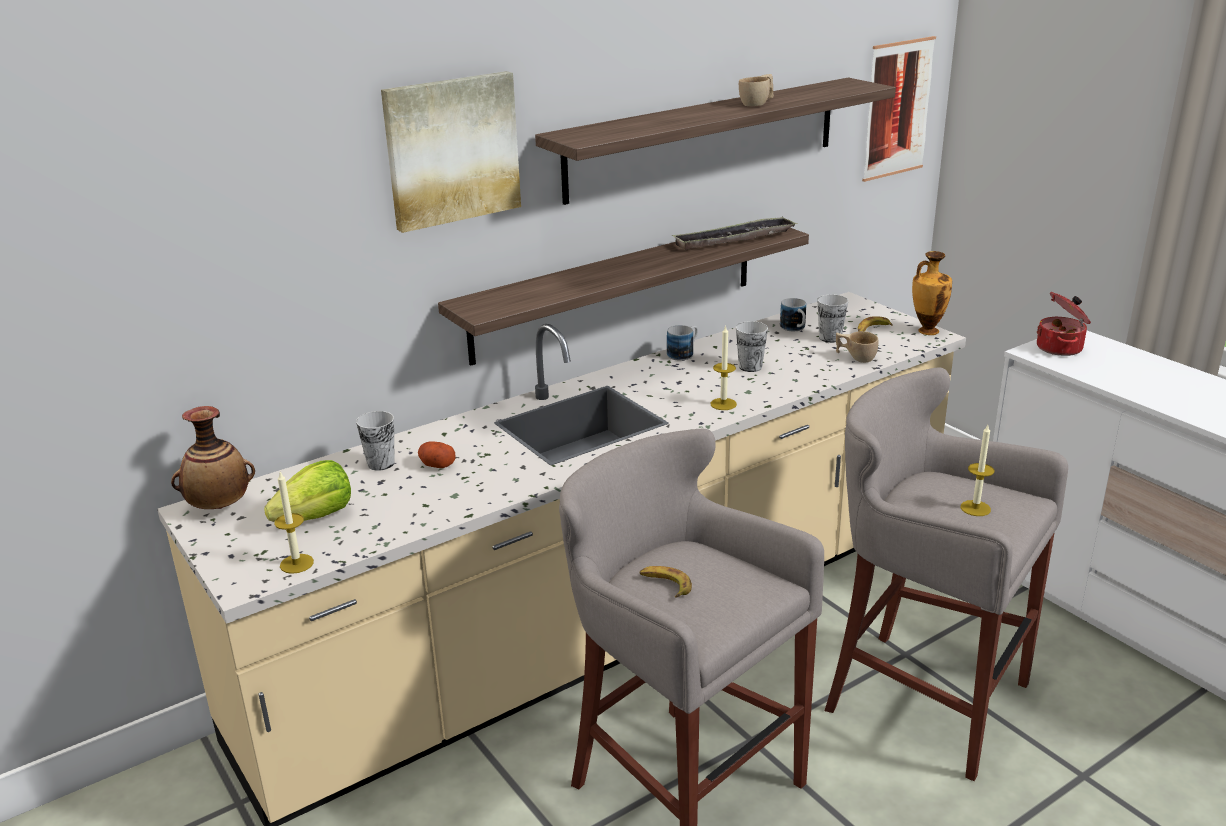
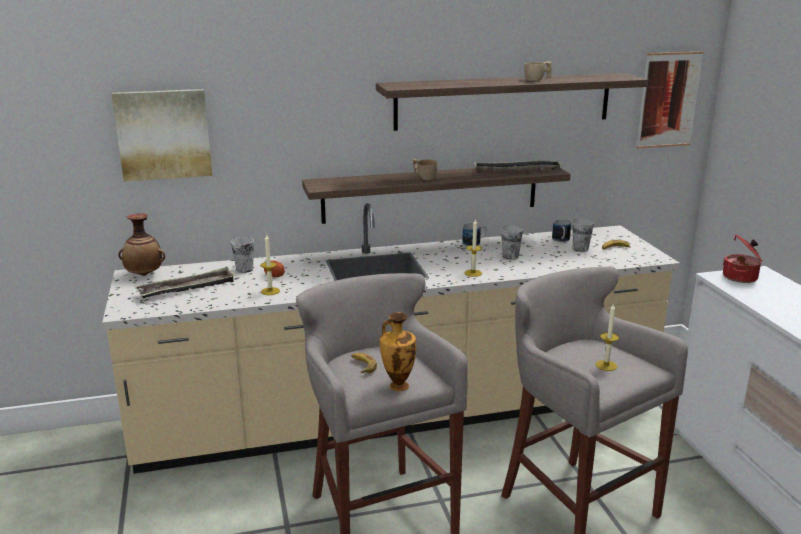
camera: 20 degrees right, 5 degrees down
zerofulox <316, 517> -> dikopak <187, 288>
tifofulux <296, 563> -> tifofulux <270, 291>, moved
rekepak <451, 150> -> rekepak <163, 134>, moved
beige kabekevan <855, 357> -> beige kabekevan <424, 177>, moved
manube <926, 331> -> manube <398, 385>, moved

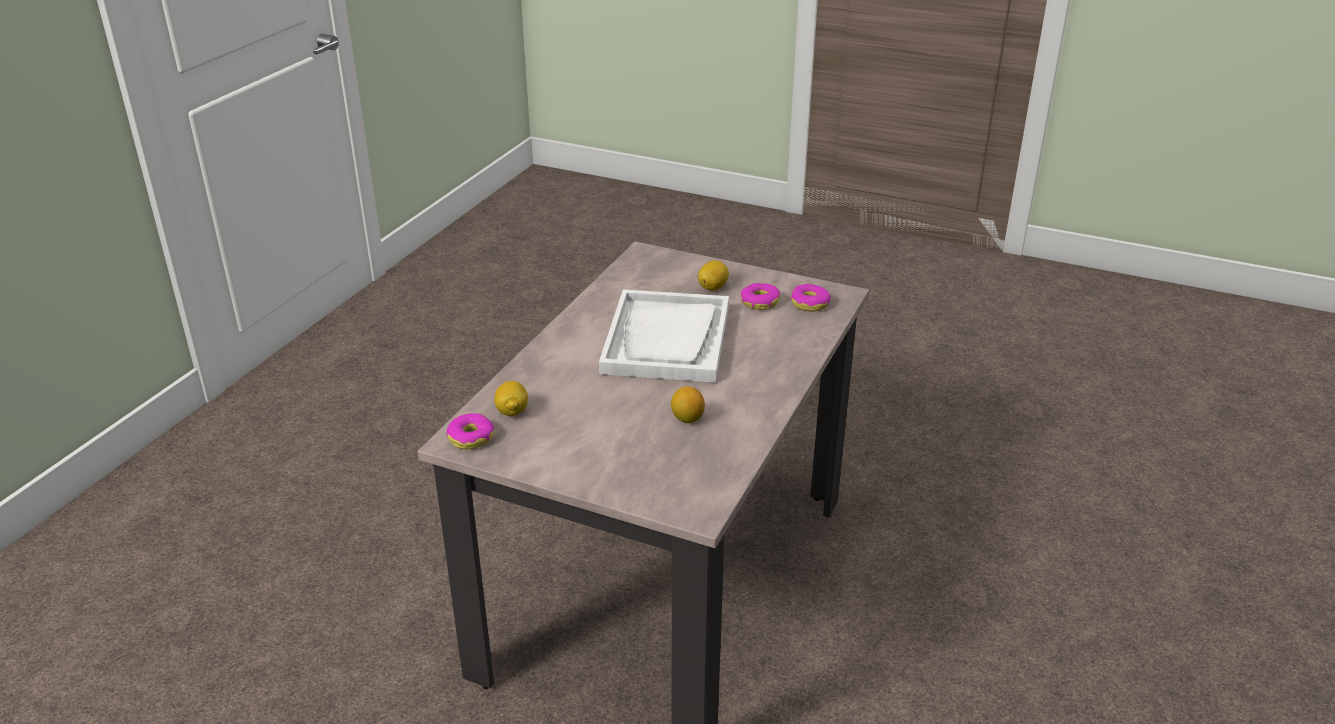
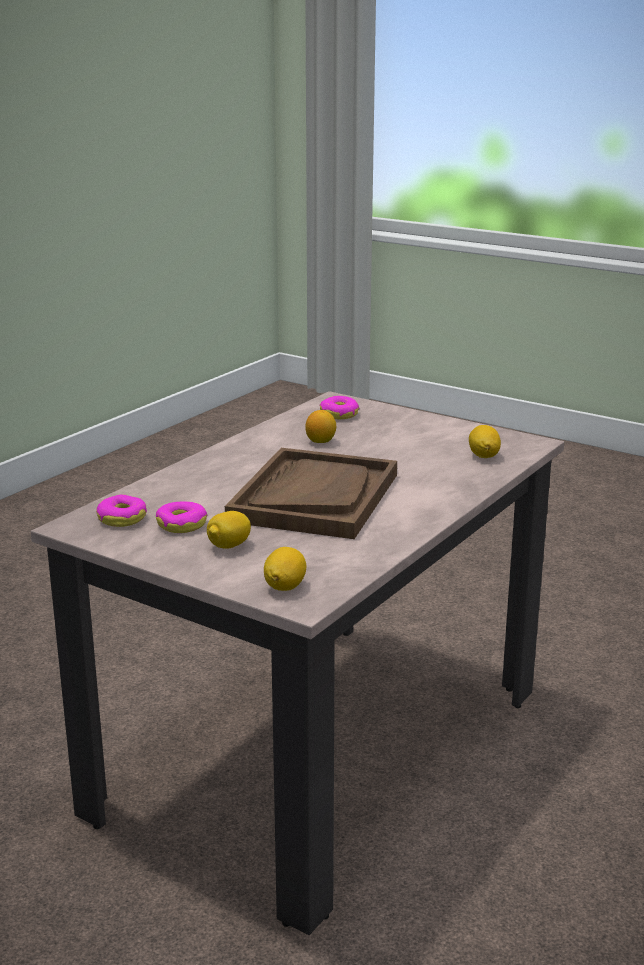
camera: 170 degrees left, 10 degrees down
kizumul <471, 438> -> kizumul <339, 414>, moved
white dikopak <667, 340> -> brown dikopak <314, 497>
none -> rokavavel <285, 586>

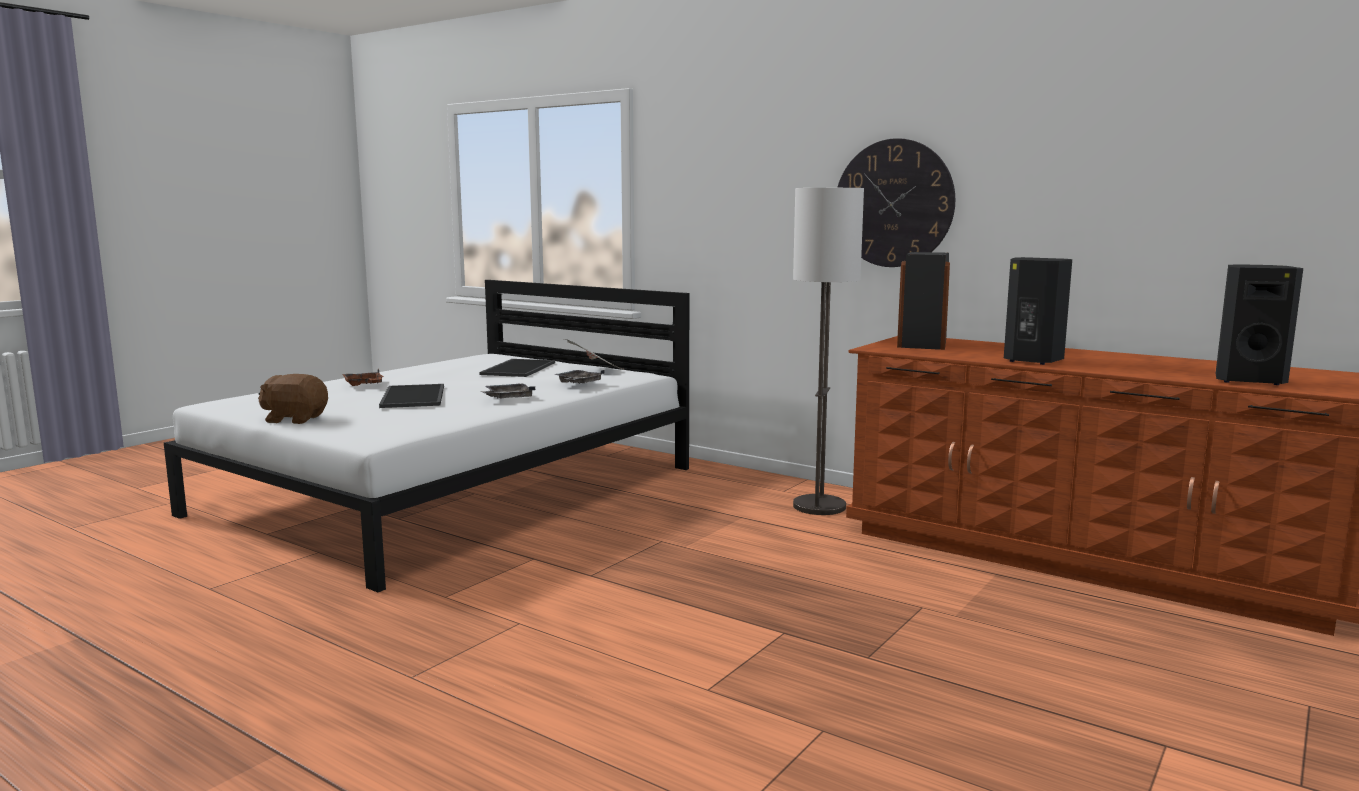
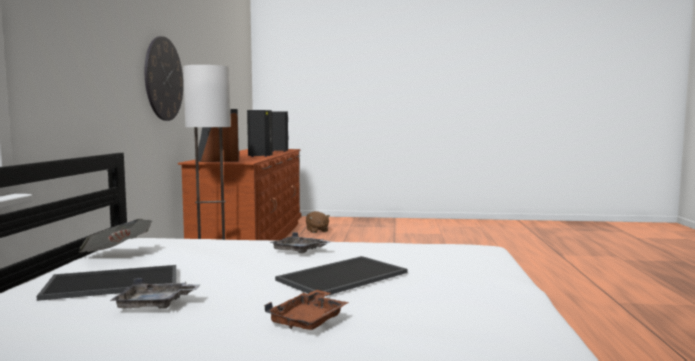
camera: 120 degrees left, 5 degrees down
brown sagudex <295, 419> -> brown sagudex <317, 231>, moved
grey dikopak <578, 383> -> grey dikopak <155, 305>, moved

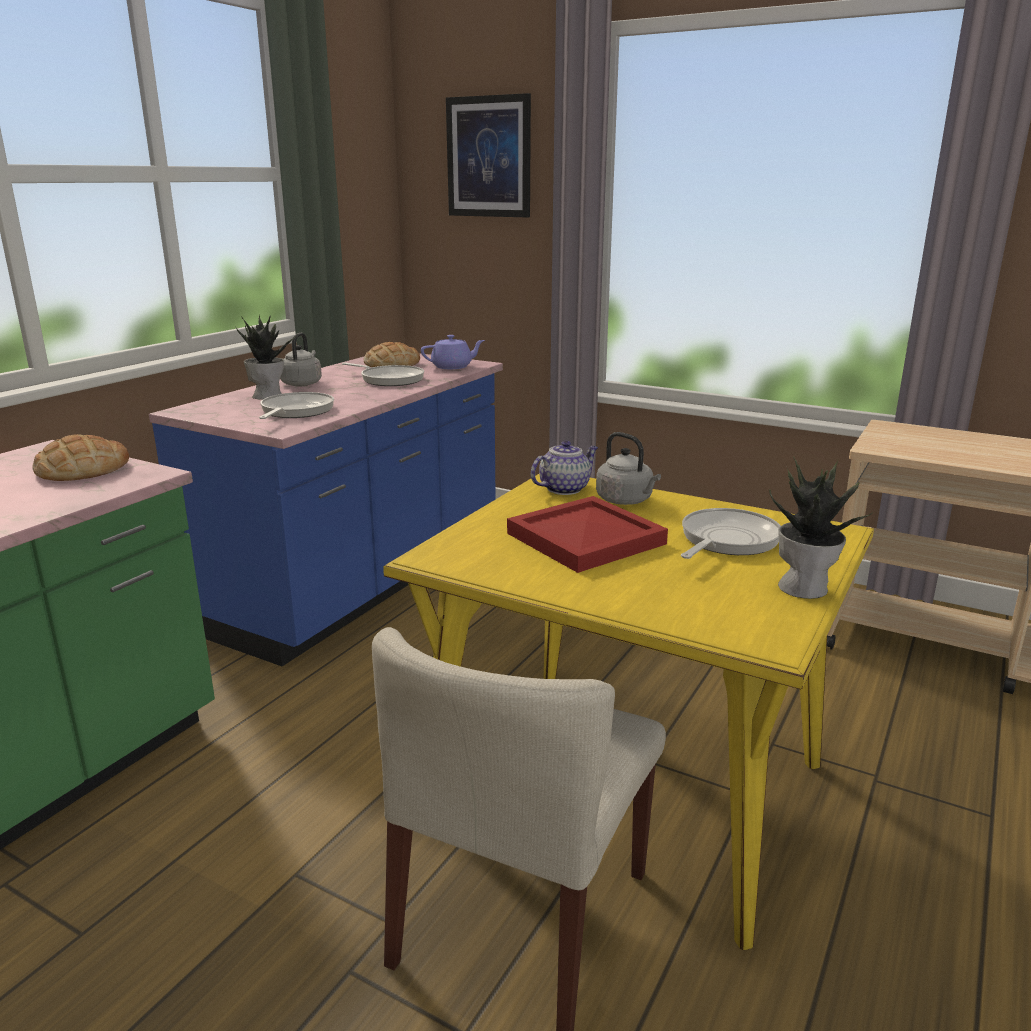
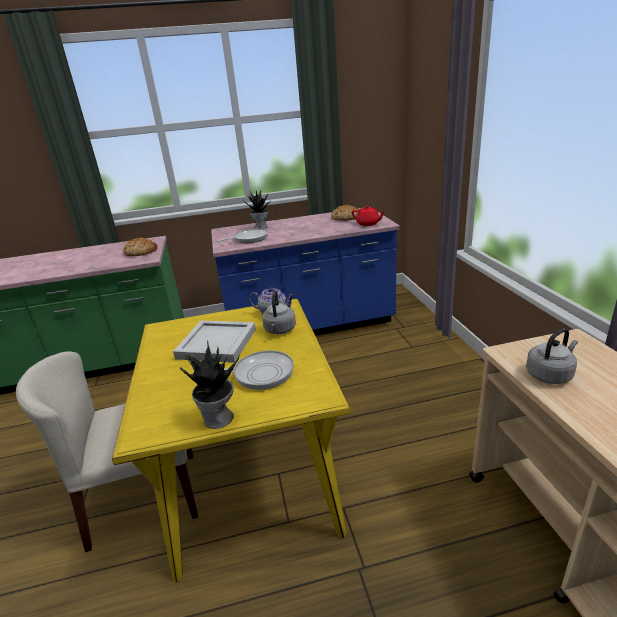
camera: 50 degrees right, 5 degrees up
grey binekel <302, 383> -> grey binekel <550, 374>, moved
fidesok <389, 379> -> none
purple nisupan <453, 367> -> red nisupan <368, 224>
rekepak <489, 157> -> none
red dikopak <585, 539> -> white dikopak <215, 344>

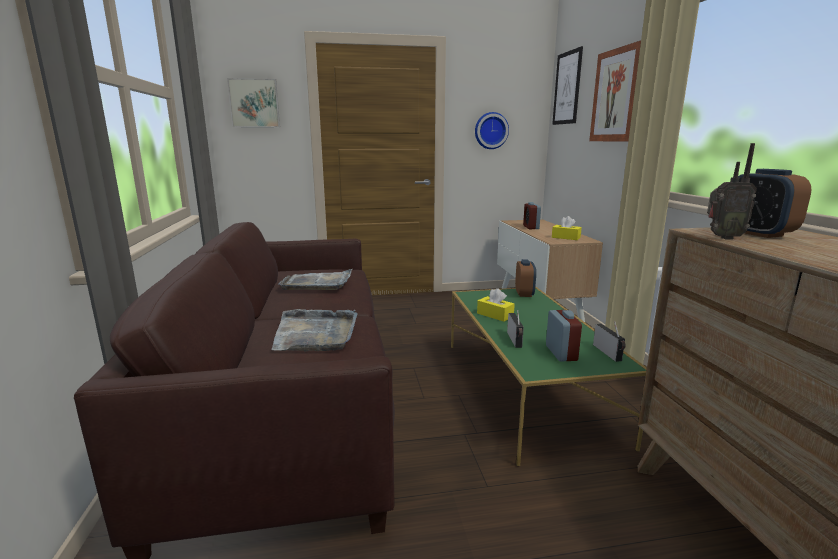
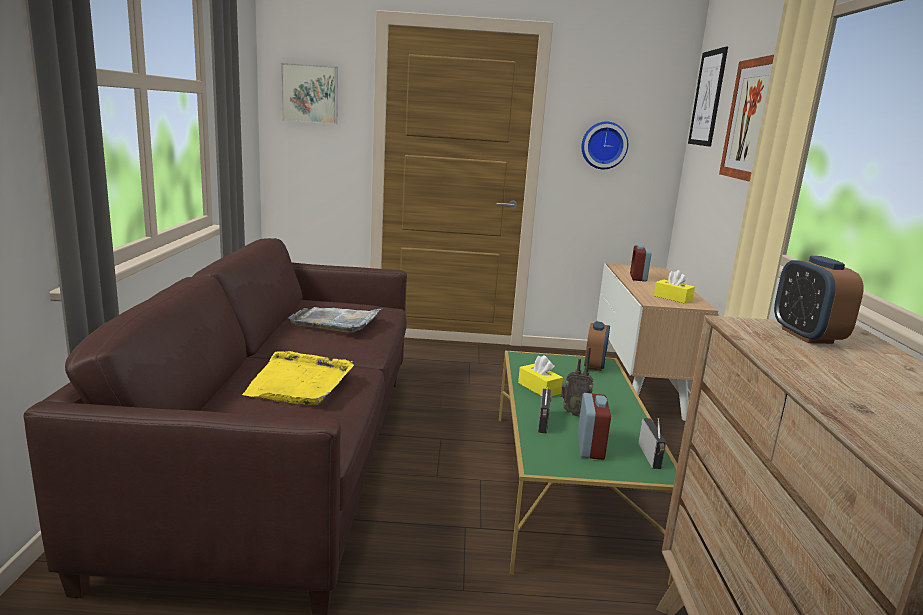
camera: 10 degrees right, 0 degrees up
grey dikopak <315, 333> -> yellow dikopak <299, 382>
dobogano <722, 237> -> dobogano <574, 413>, moved

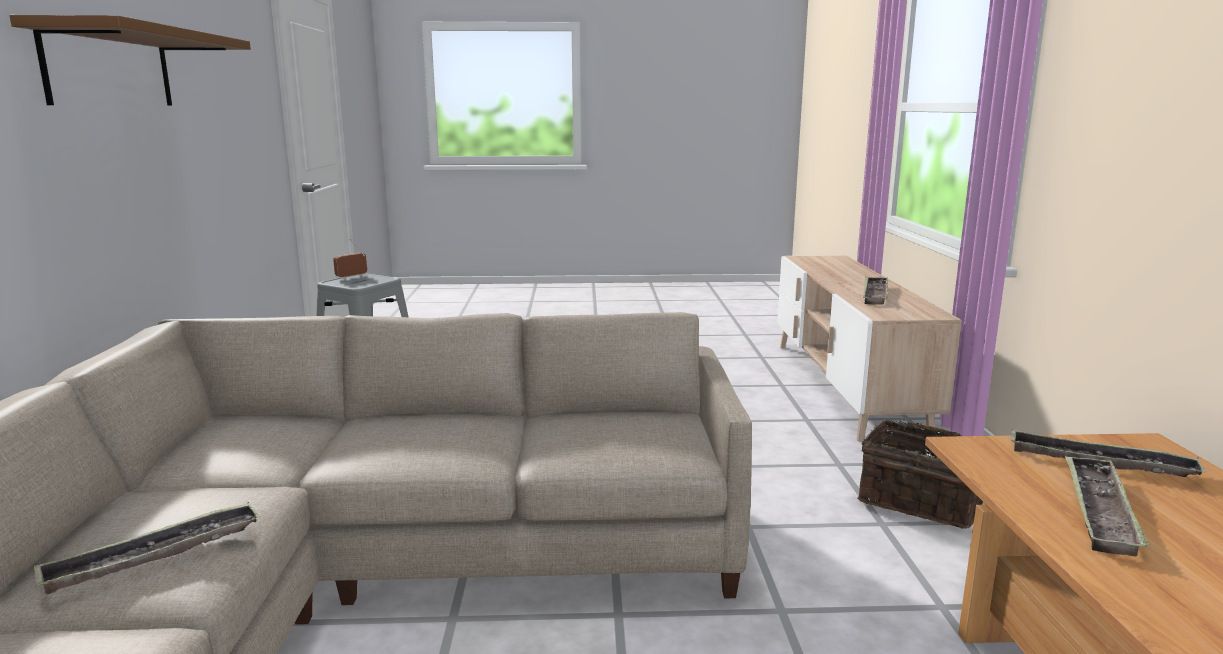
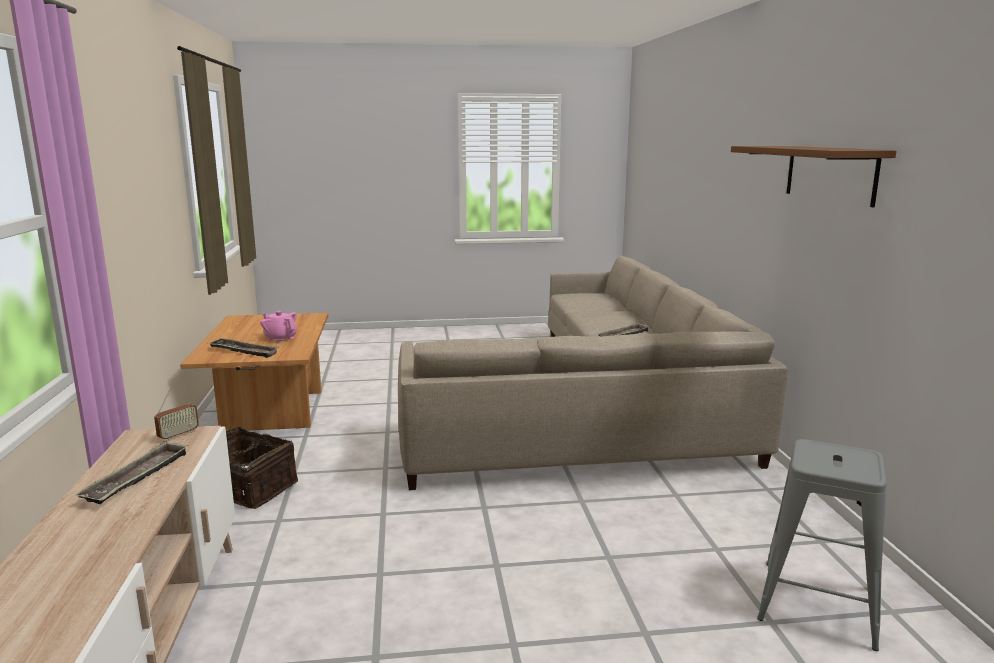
camera: 175 degrees right, 0 degrees up
dobogano <351, 277> -> dobogano <178, 435>, moved
dikopak <1099, 510> -> pink nisupan <280, 338>

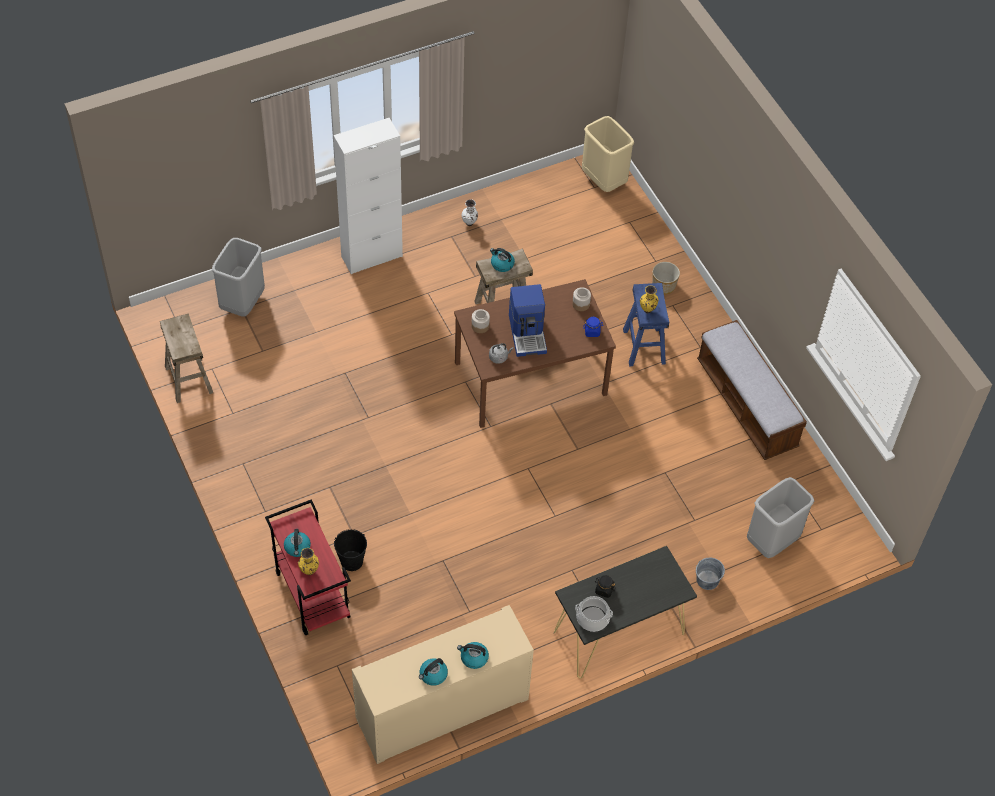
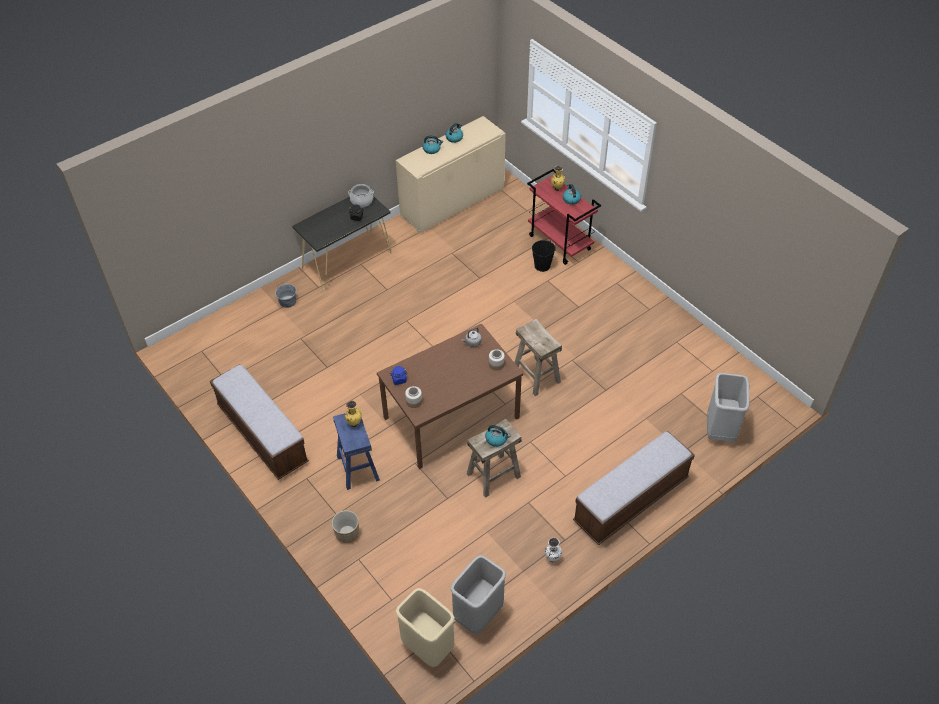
camera: 170 degrees right, 5 degrees down
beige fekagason <188, 379> -> beige fekagason <536, 376>, moved
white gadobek <372, 256> -> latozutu <630, 500>
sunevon <528, 333> -> none
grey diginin <772, 542> -> grey diginin <478, 614>, moved

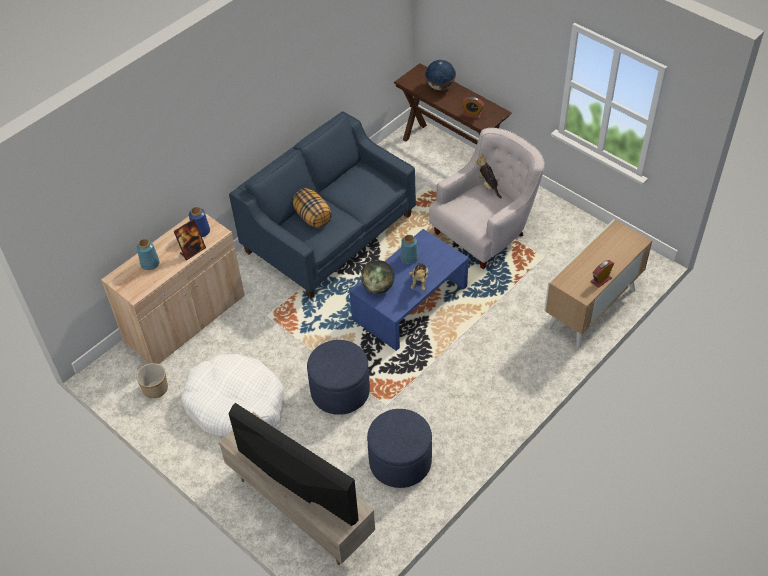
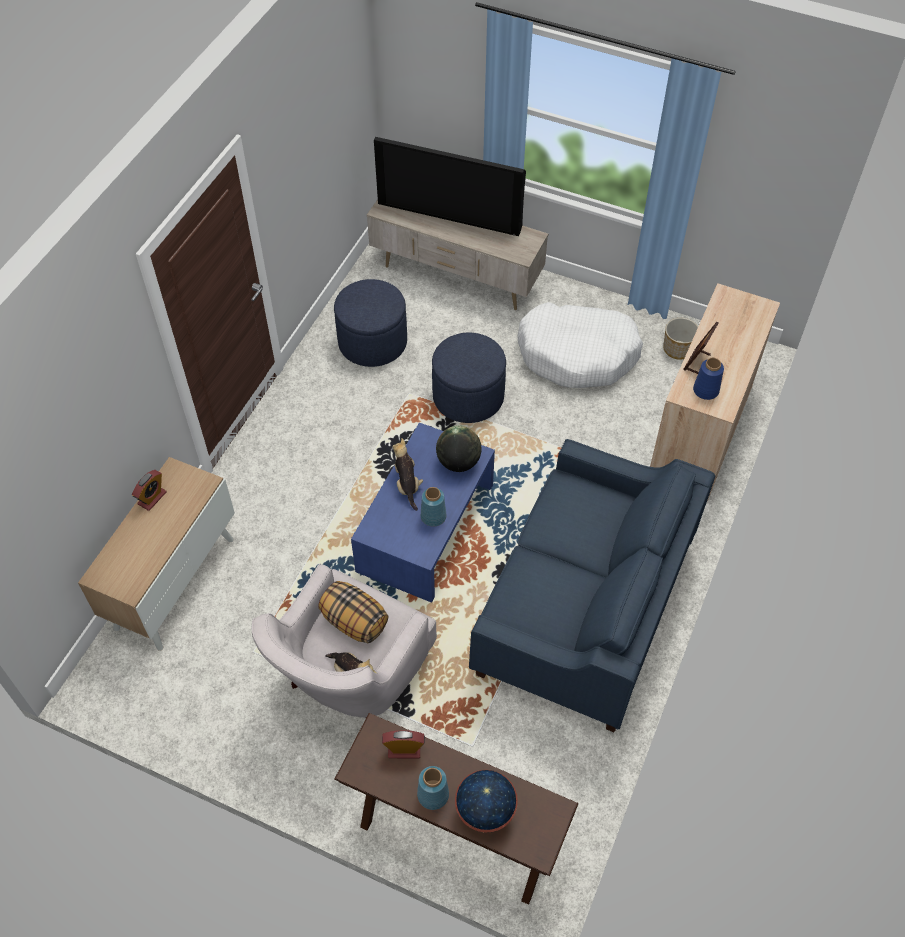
camera: 160 degrees right, 5 degrees up
blue manube <150, 264> -> blue manube <433, 794>, moved
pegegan <313, 217> -> pegegan <354, 622>, moved

